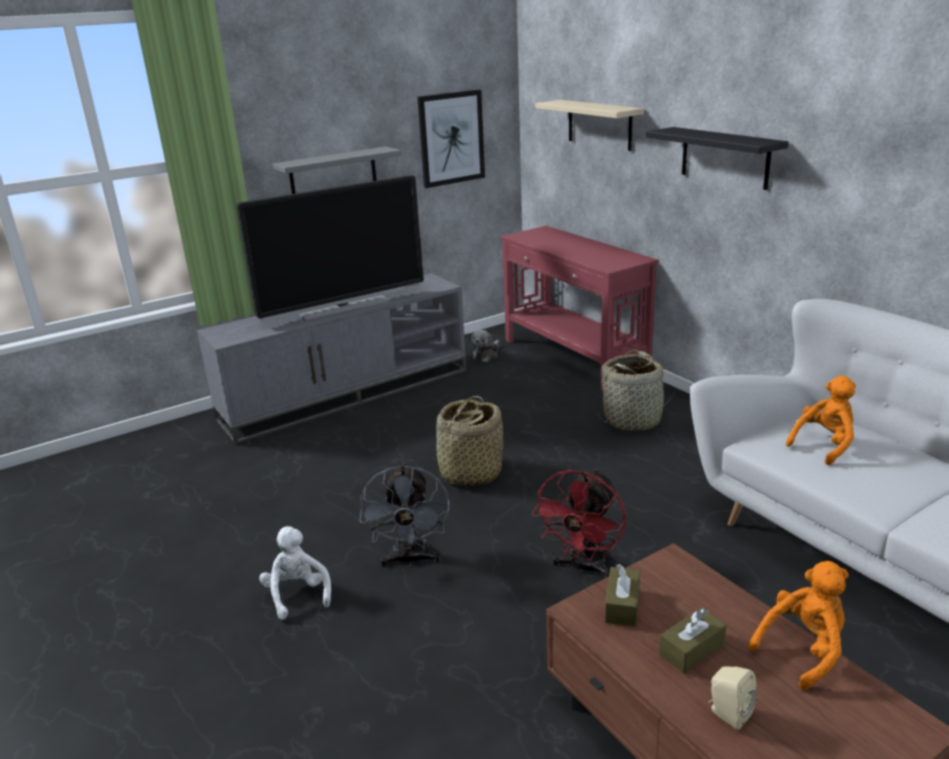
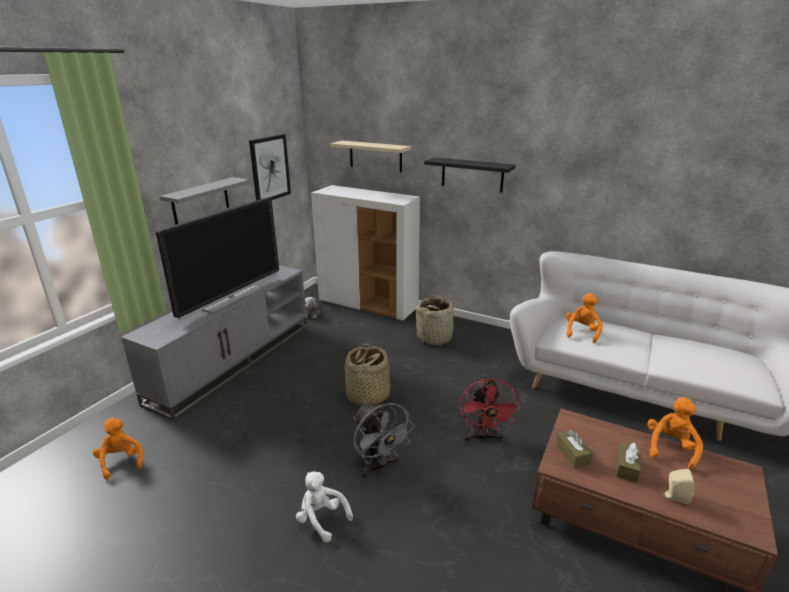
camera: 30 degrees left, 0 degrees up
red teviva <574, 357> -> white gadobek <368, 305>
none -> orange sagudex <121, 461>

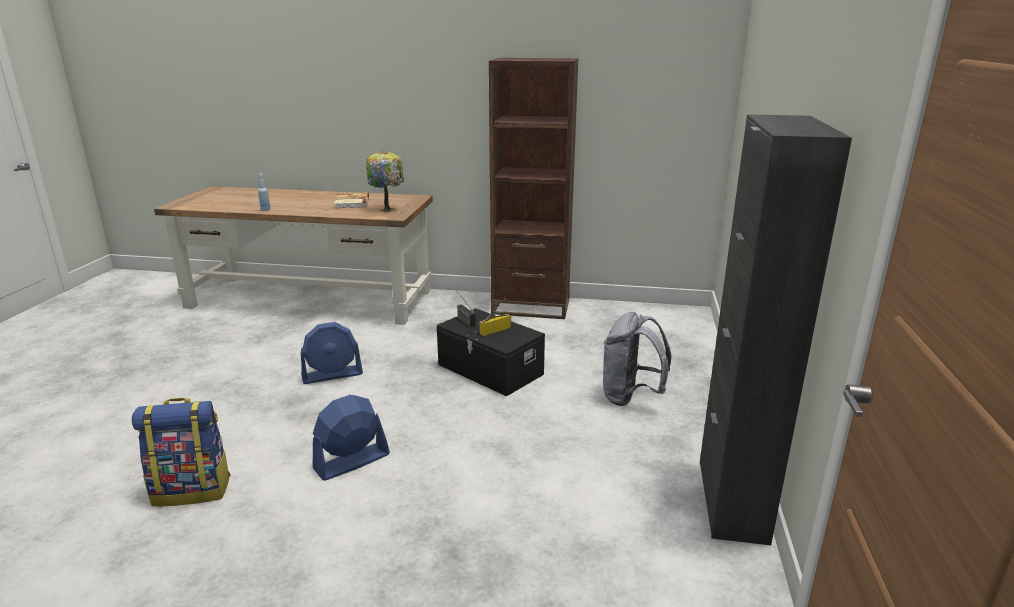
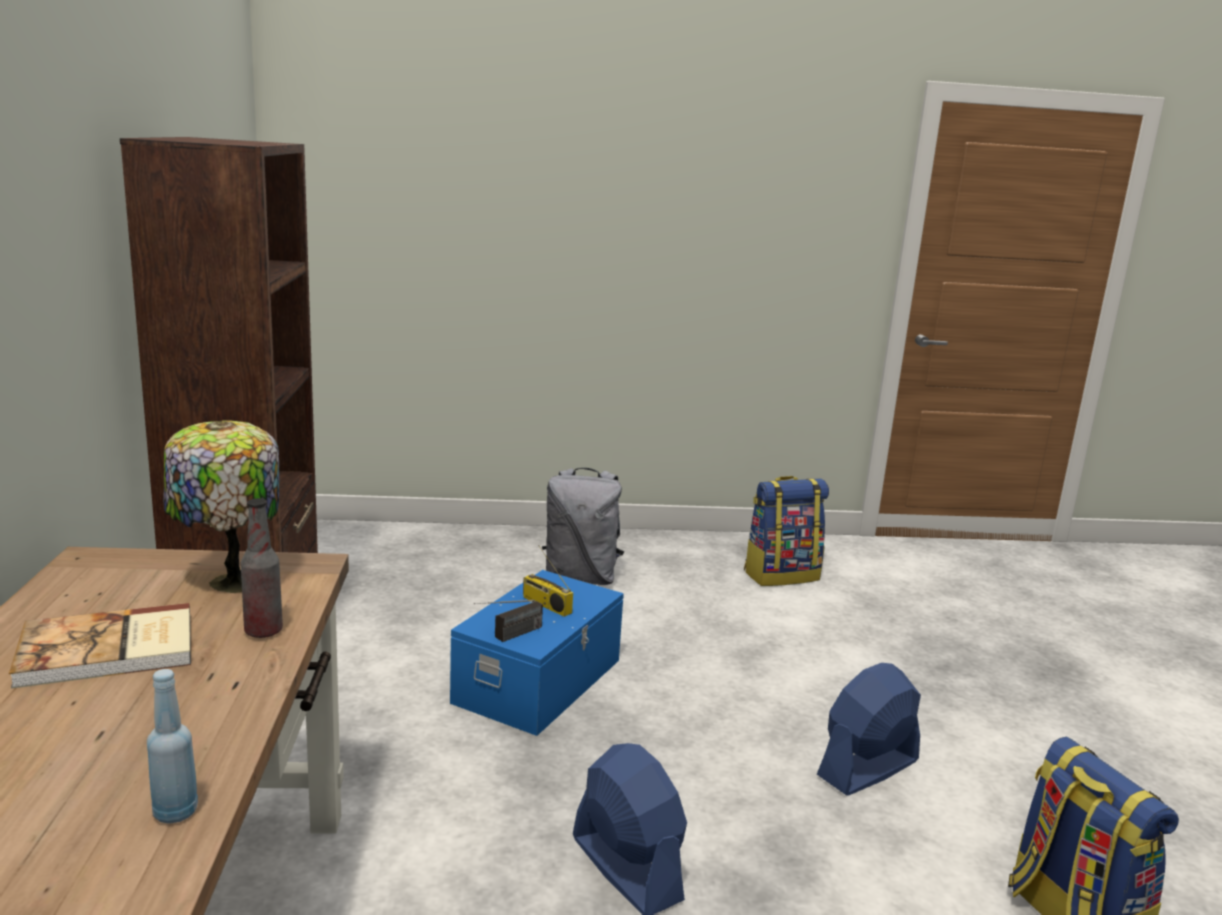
camera: 105 degrees left, 5 degrees down
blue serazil <351, 461> -> blue serazil <867, 768>, 105 degrees clockwise
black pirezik <489, 370> -> blue pirezik <540, 681>
black gadobek <732, 500> -> none
none -> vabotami <263, 631>
none -> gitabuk <781, 575>

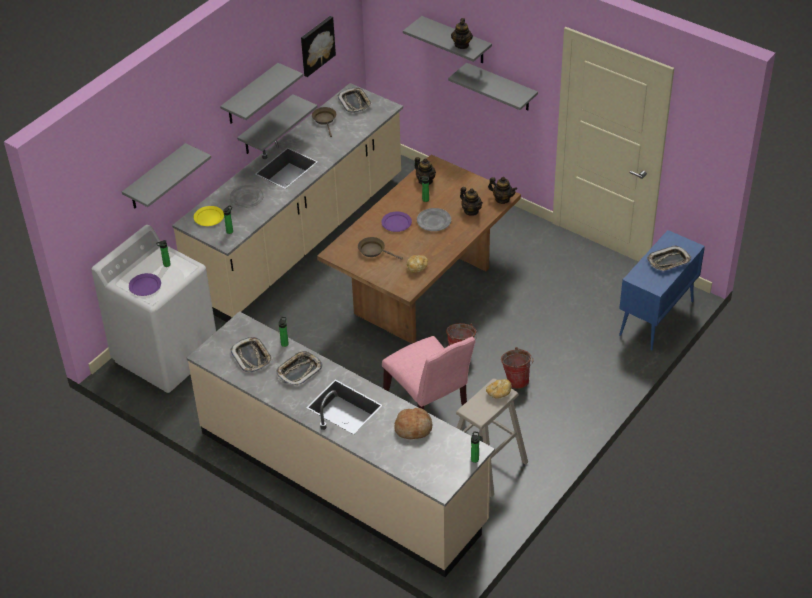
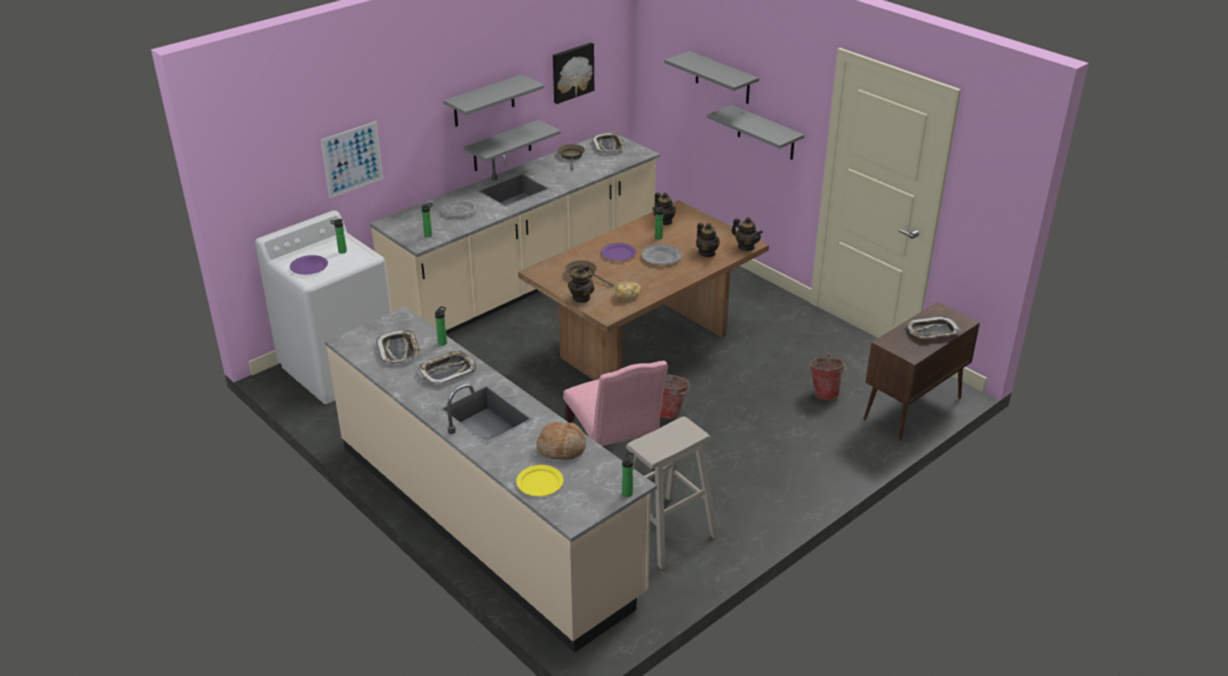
camera: 10 degrees right, 10 degrees down
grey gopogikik <156, 178> -> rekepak <352, 159>
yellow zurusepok <209, 217> -> yellow zurusepok <540, 482>, moved
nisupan <462, 45> -> nisupan <581, 298>, moved
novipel <499, 393> -> none
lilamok <516, 379> -> lilamok <824, 393>, moved
blue gadobek <656, 319> -> brown gadobek <912, 409>

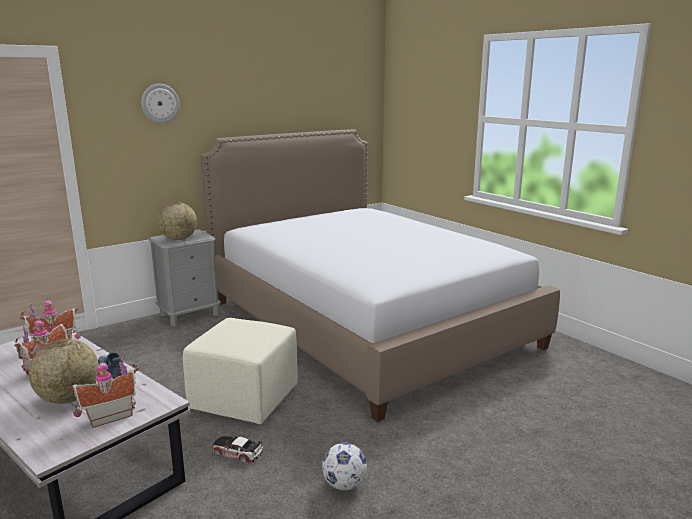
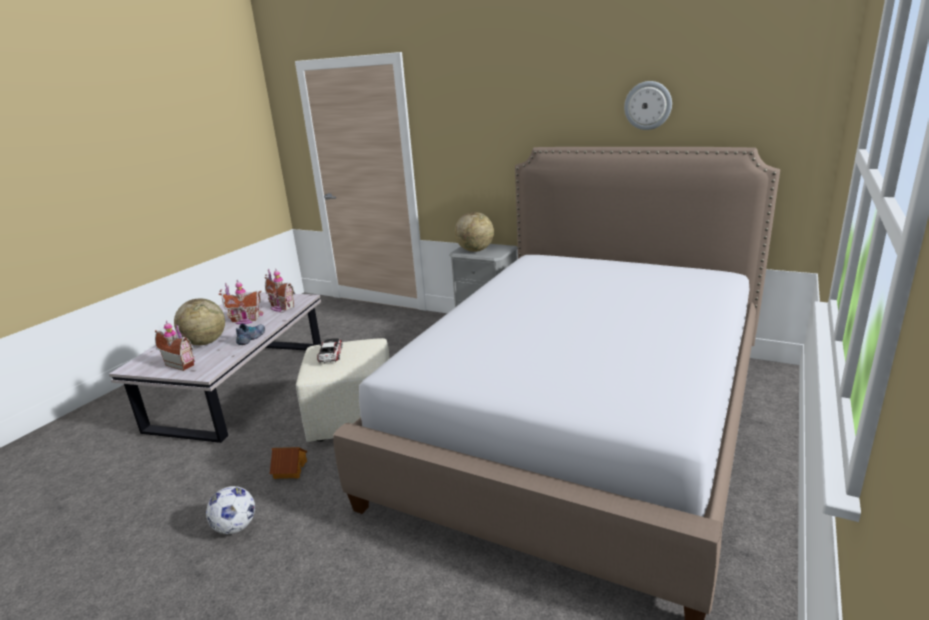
camera: 65 degrees right, 5 degrees up
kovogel <160, 103> -> kovogel <648, 105>, moved
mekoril <237, 452> -> mekoril <330, 354>, moved
none -> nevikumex <290, 469>

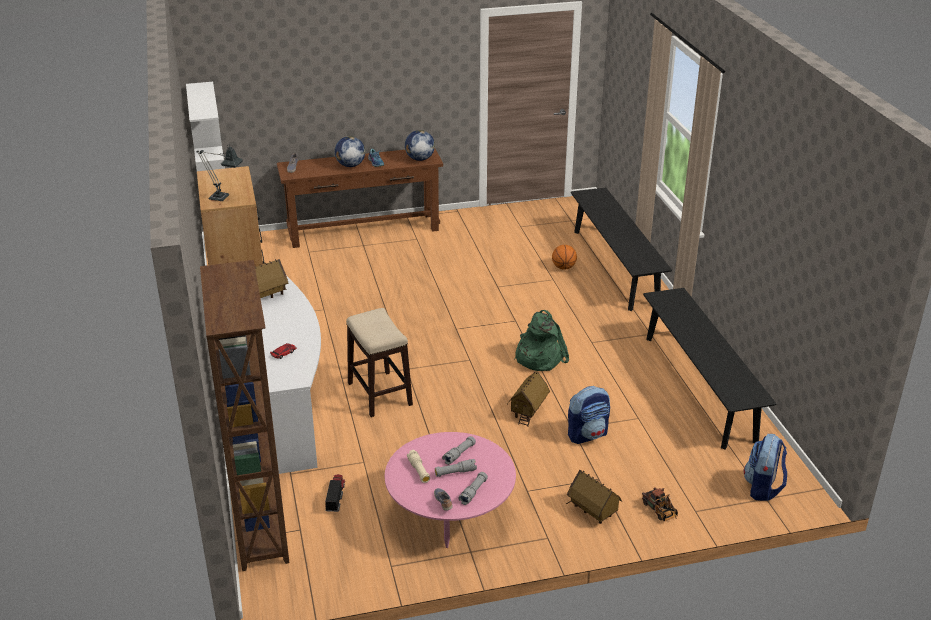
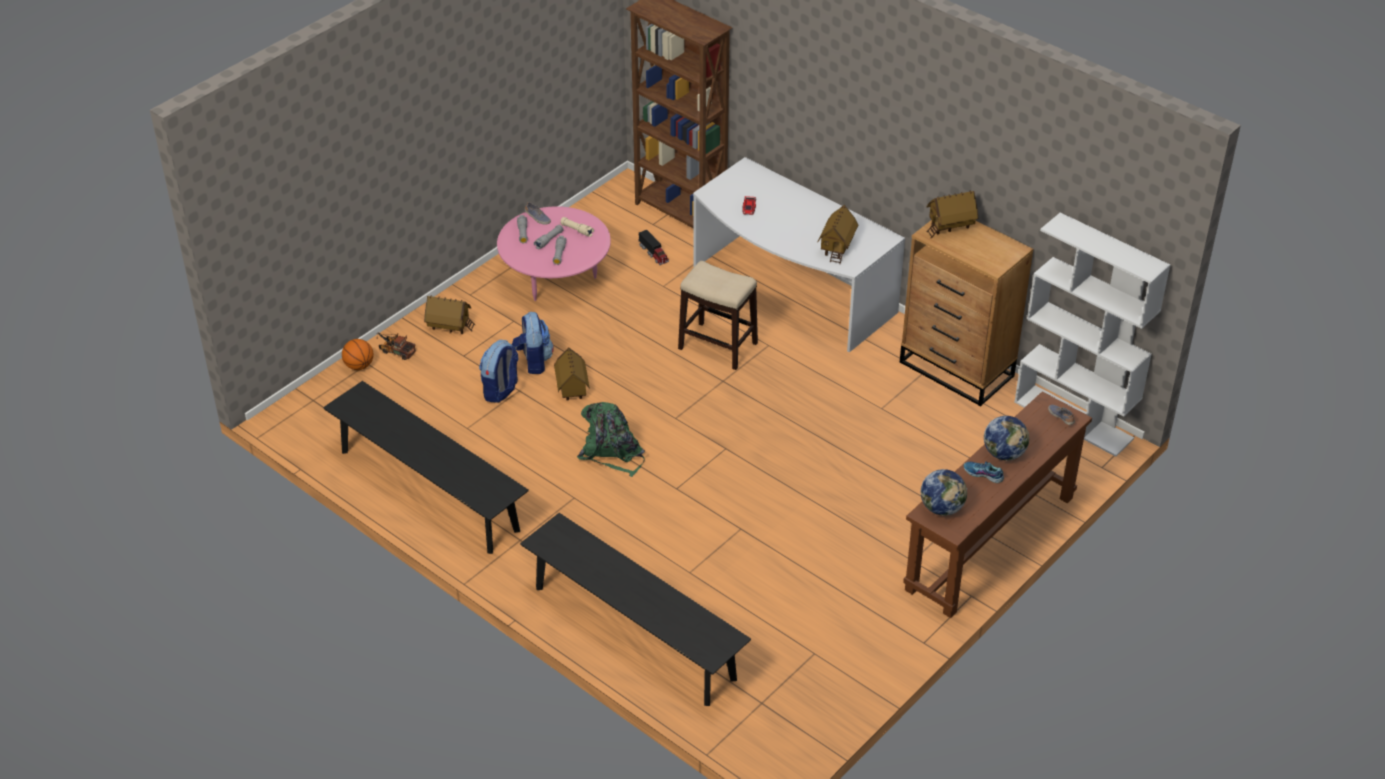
camera: 145 degrees right, 10 degrees up
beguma <223, 198> -> nevikumex <950, 227>
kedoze <563, 267> -> kedoze <359, 366>, moved
gitabuk <763, 488> -> gitabuk <533, 361>, moved

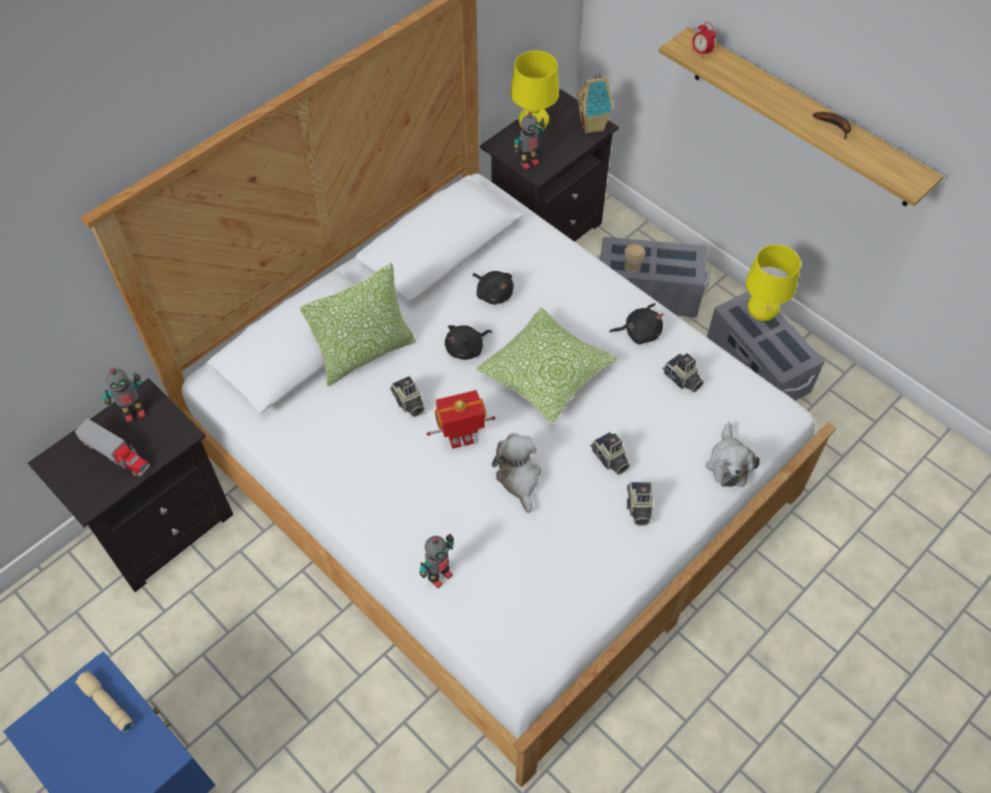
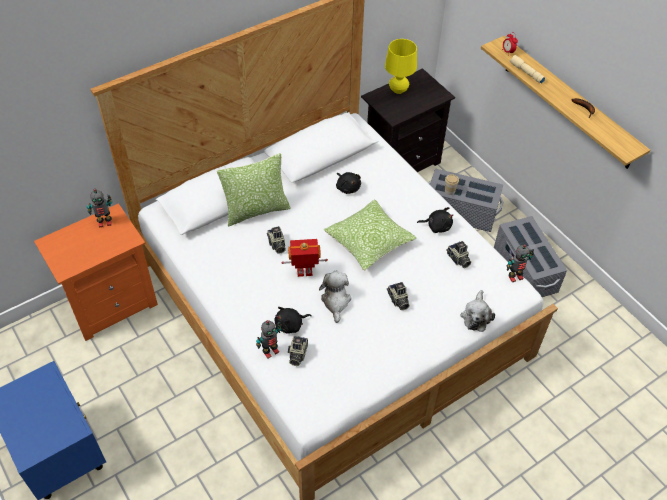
camera: 10 degrees right, 5 degrees down
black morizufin <162, 526> -> orange morizufin <111, 303>
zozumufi <116, 454> -> none
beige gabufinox <106, 704> -> beige gabufinox <526, 73>, moved
black sagudex <466, 349> -> black sagudex <290, 325>, moved
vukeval <528, 162> -> vukeval <515, 276>, moved
nevikumex <593, 126> -> none
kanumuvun <638, 508> -> kanumuvun <297, 354>, moved
yellow beguma <760, 314> -> none

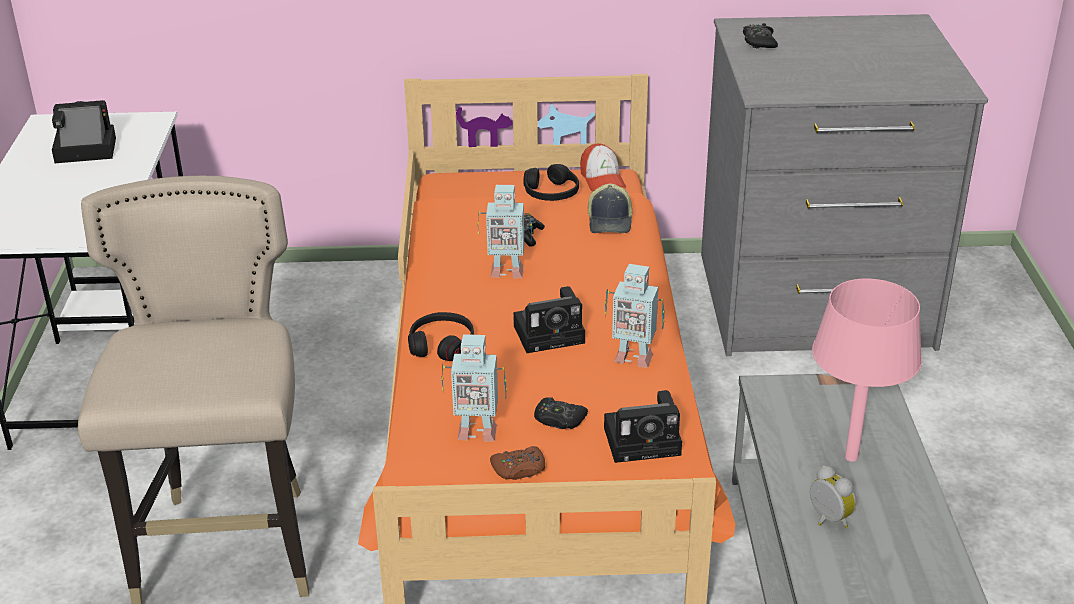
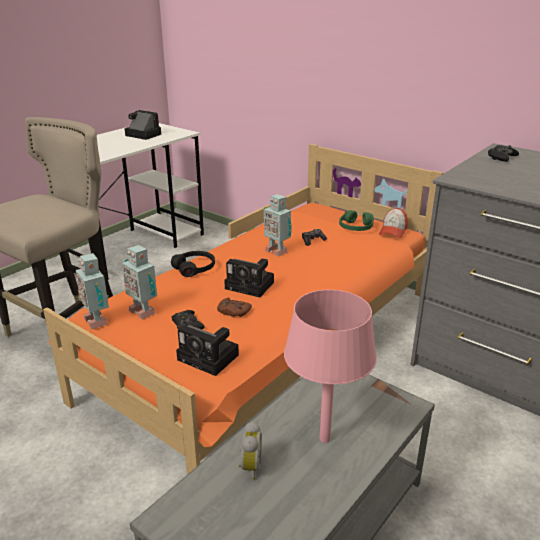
camera: 40 degrees right, 5 degrees down
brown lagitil <519, 469> -> brown lagitil <233, 311>, moved
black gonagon <551, 193> -> green gonagon <355, 227>
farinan <610, 221> -> none
vukeval <632, 356> -> vukeval <97, 320>, moved

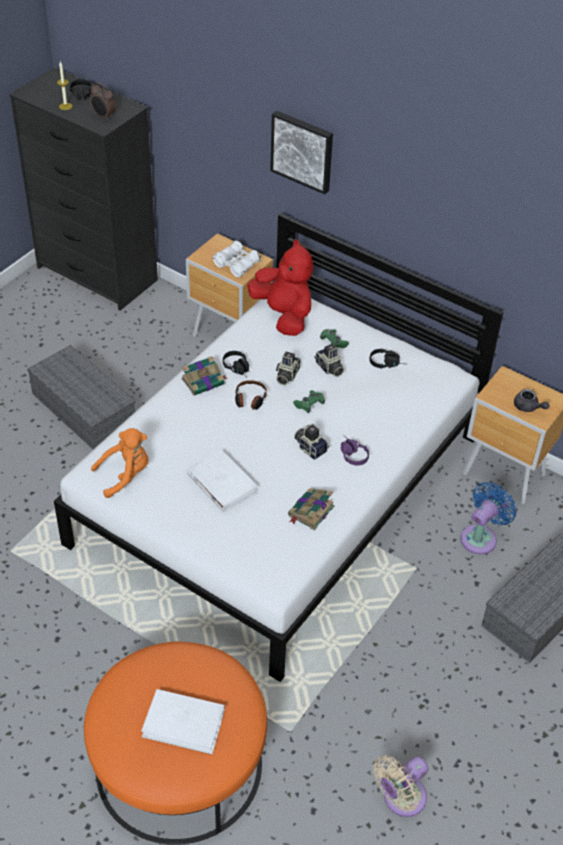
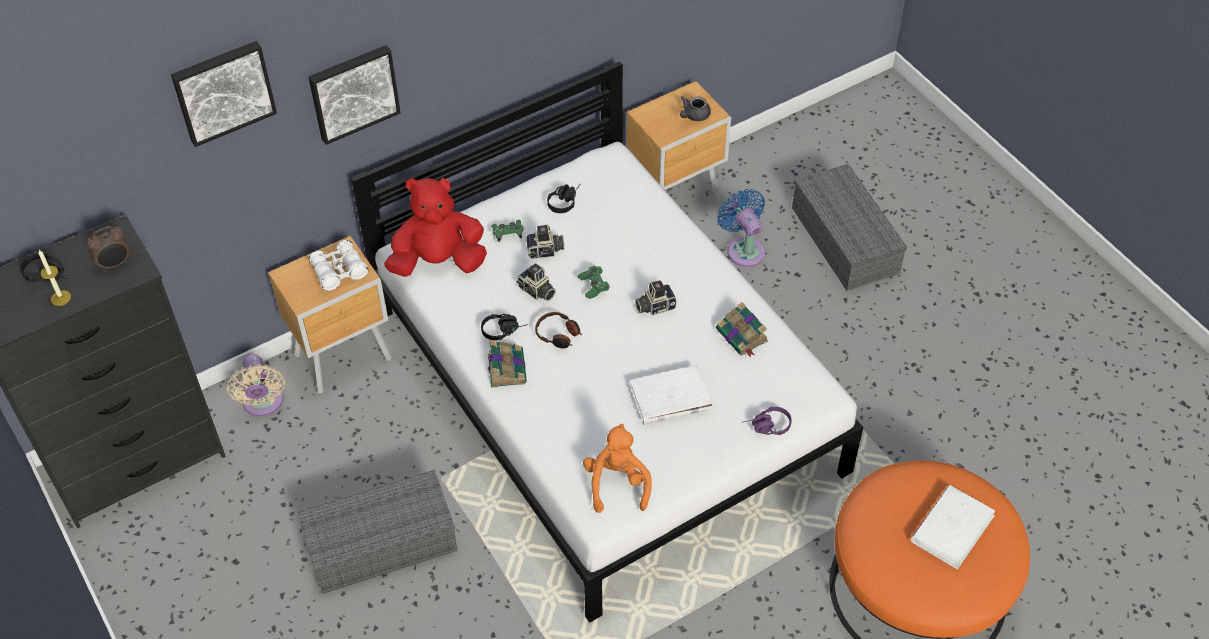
camera: 65 degrees left, 5 degrees up
purple gonagon <351, 454> -> purple gonagon <766, 427>, moved
beige serazil <401, 799> -> beige serazil <263, 403>, moved
grey nisupan <528, 407> -> grey nisupan <693, 116>, 150 degrees clockwise
none -> rekepak <223, 91>

